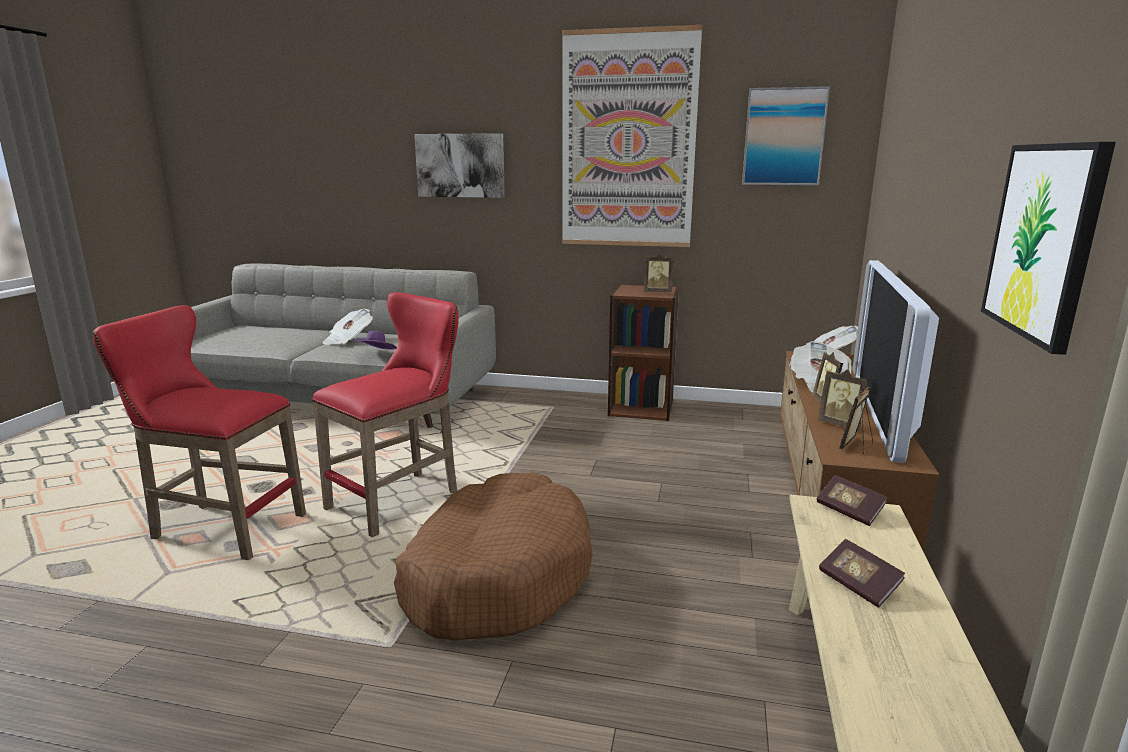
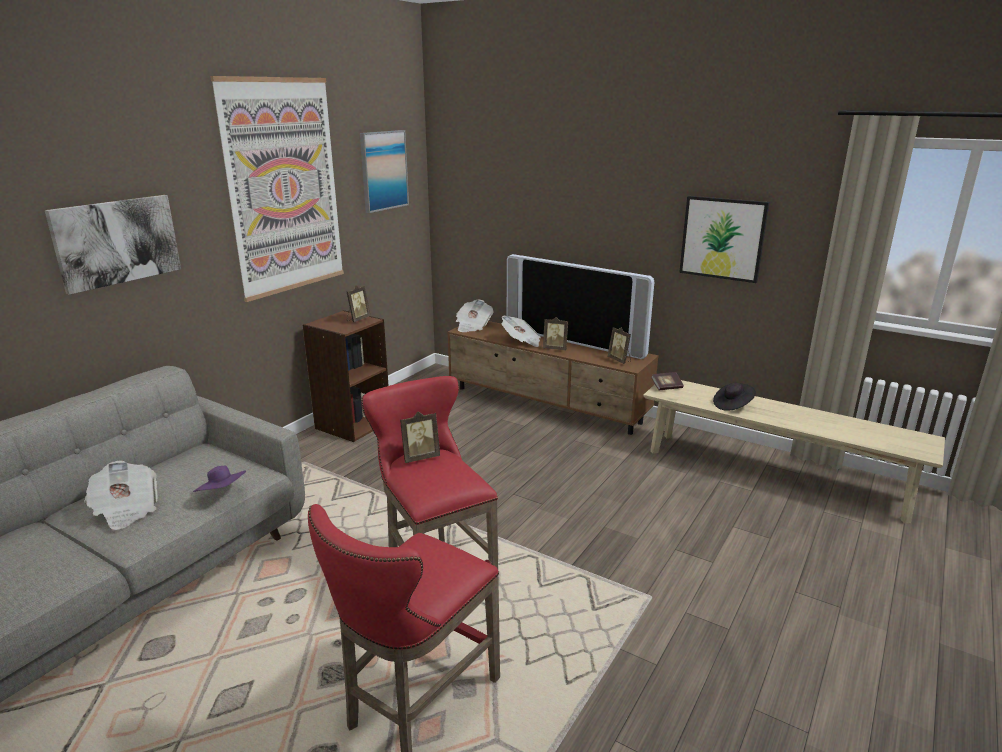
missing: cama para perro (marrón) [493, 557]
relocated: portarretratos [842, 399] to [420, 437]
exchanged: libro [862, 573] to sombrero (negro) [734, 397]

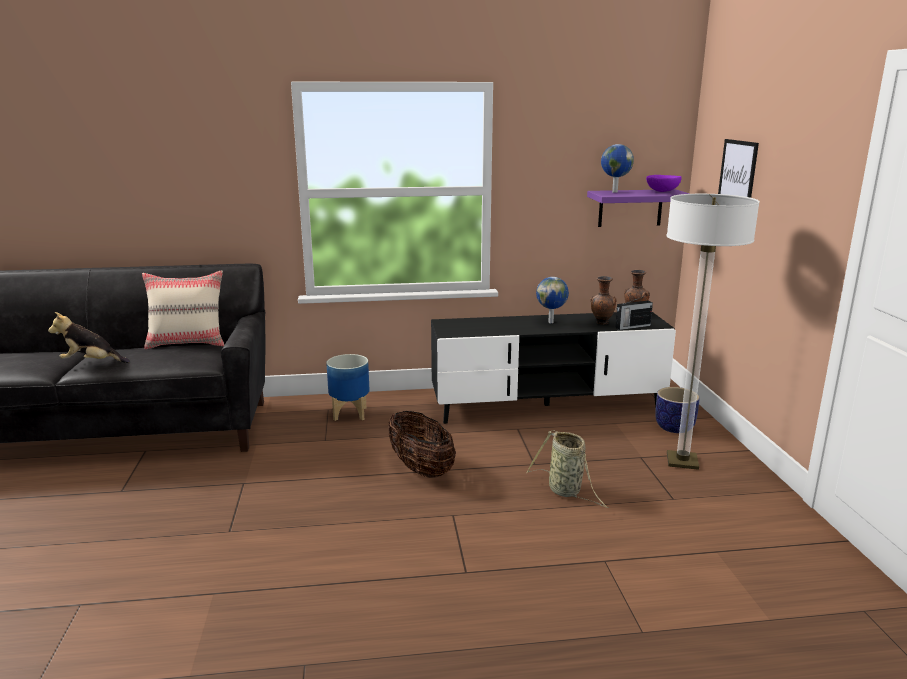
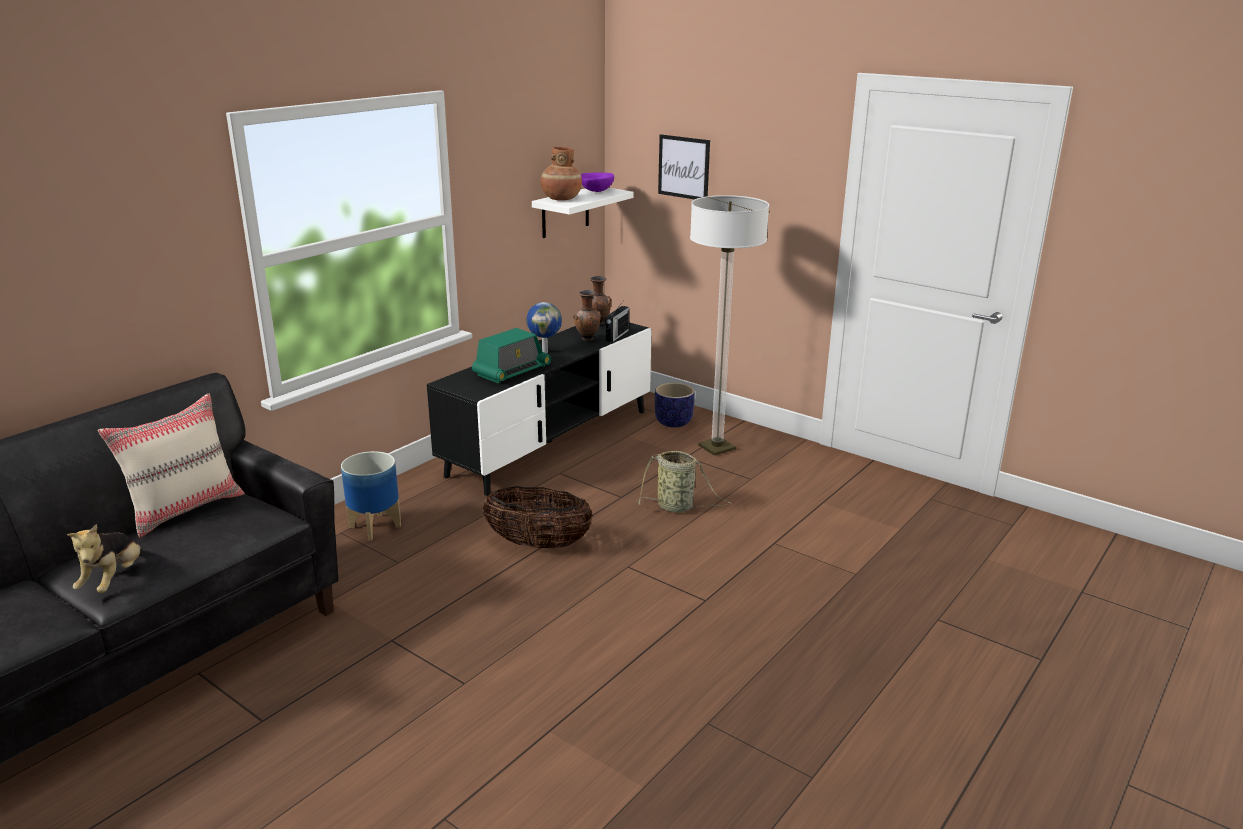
appeared: radio [511, 356]
exchanged: globo terráqueo [617, 168] to florero (marrón) [561, 173]
colour: estante (morado) [638, 208] to estante (blanco) [582, 213]
spun: peluche [89, 337] = [104, 558] 45 degrees counterclockwise

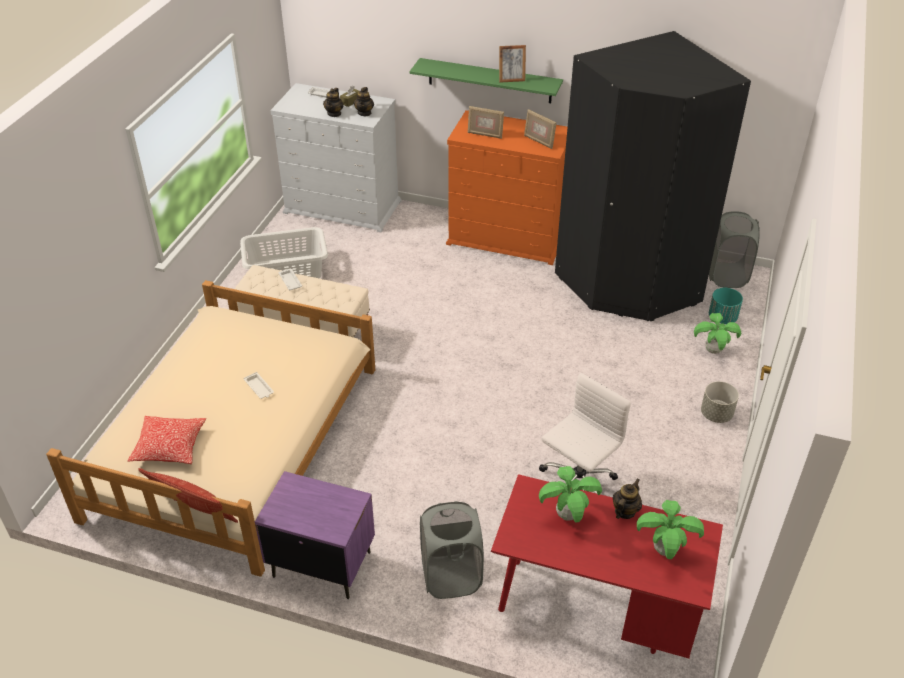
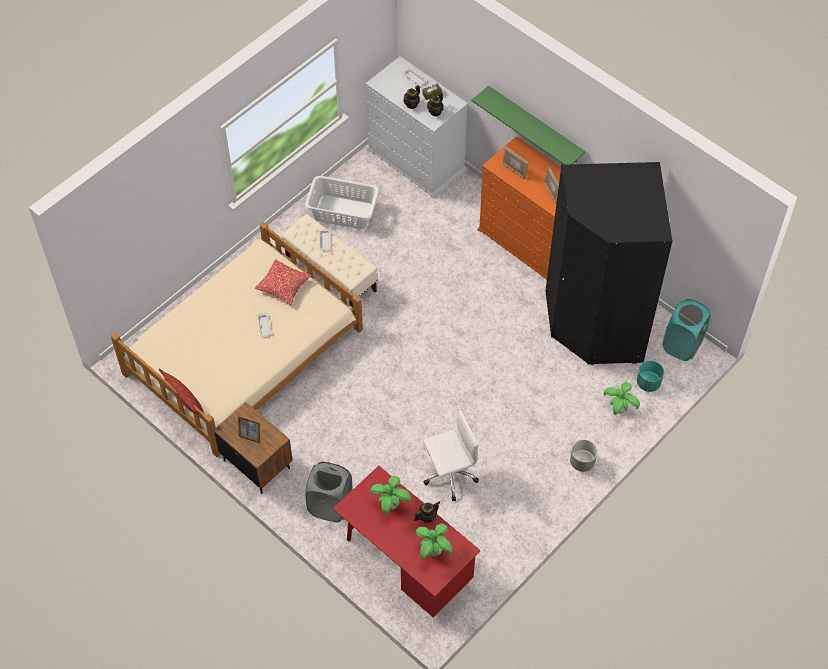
relocated: cojín [167, 440] to [282, 282]; portarretratos [512, 64] to [249, 429]
colour: mesita de noche (morado) [315, 535] to mesita de noche (marrón) [253, 448]; cesto de la ropa (gris) [734, 249] to cesto de la ropa (turquesa) [687, 330]

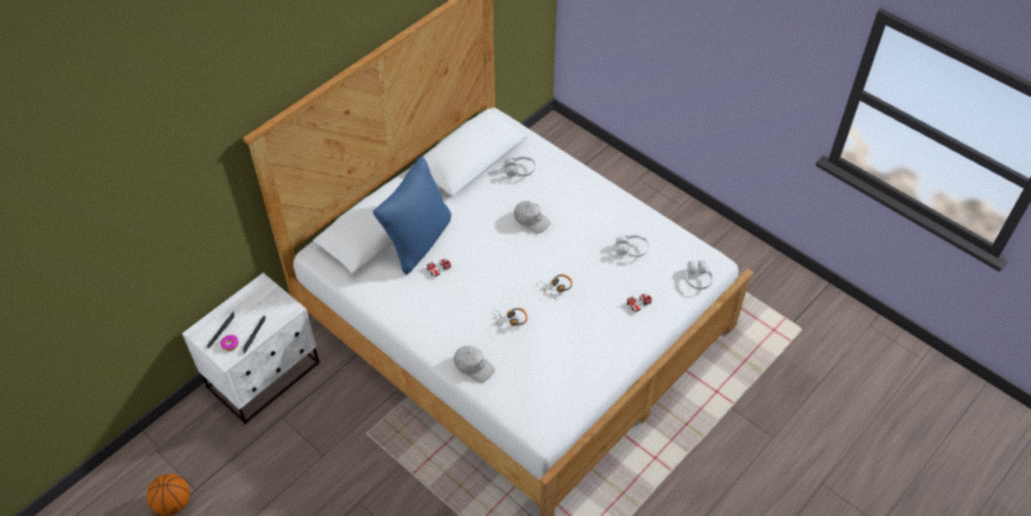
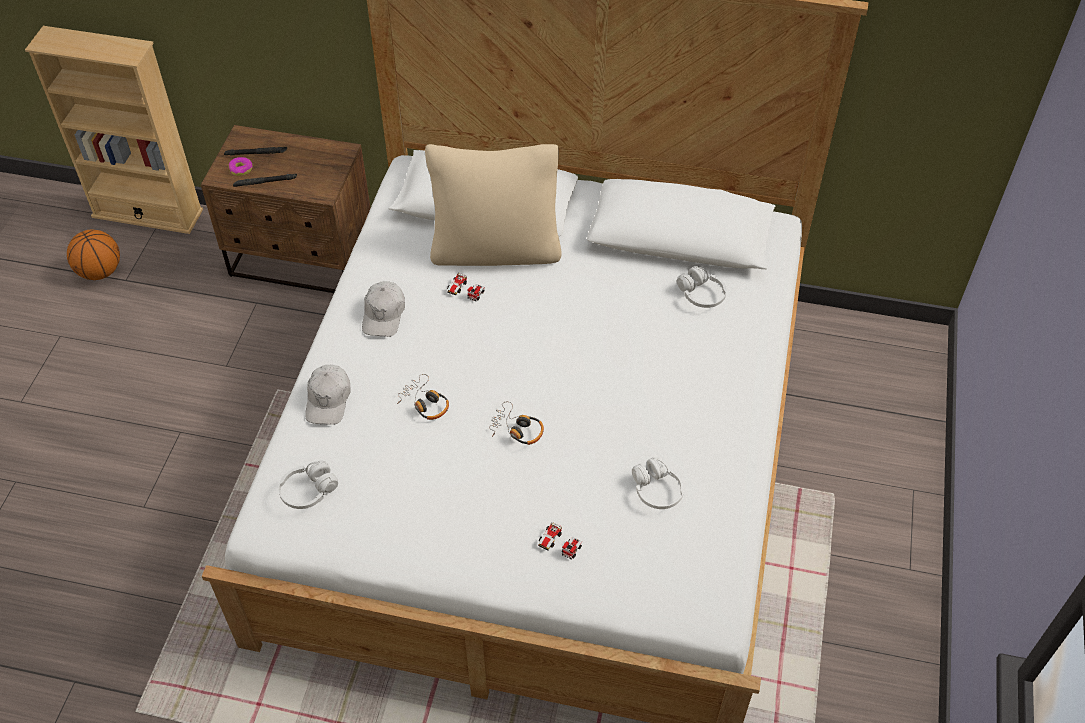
appeared: estantería (beis) [114, 130]
relocated: gorra (blanco) [532, 217] to [383, 309]; auriculares (blanco) [699, 275] to [308, 485]
colour: mesita de noche (blanco) [251, 348] to mesita de noche (marrón) [286, 209]; cojín (azul) [412, 215] to cojín (beis) [493, 205]

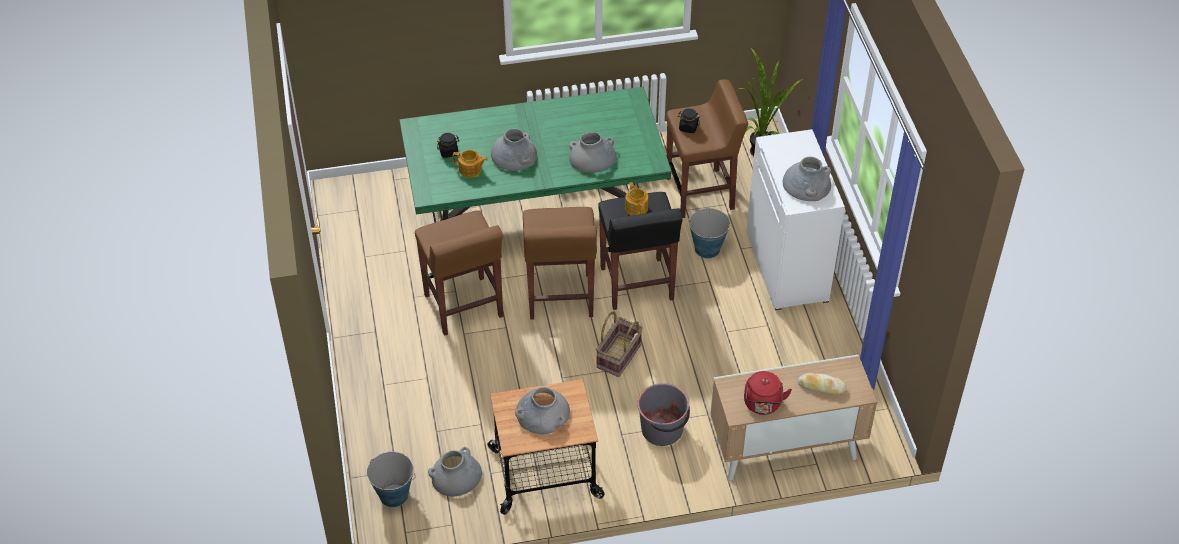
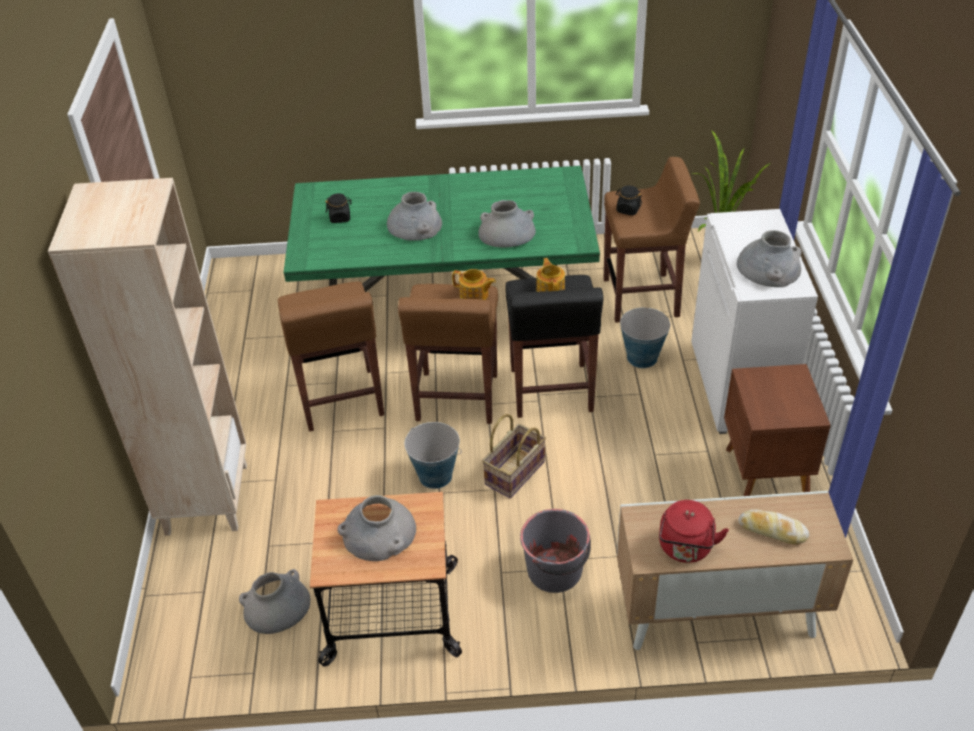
appeared: estantería (beis) [147, 357]; mesita de noche (marrón) [777, 430]
relocated: cubo [391, 479] to [433, 455]; tetera [470, 164] to [474, 284]

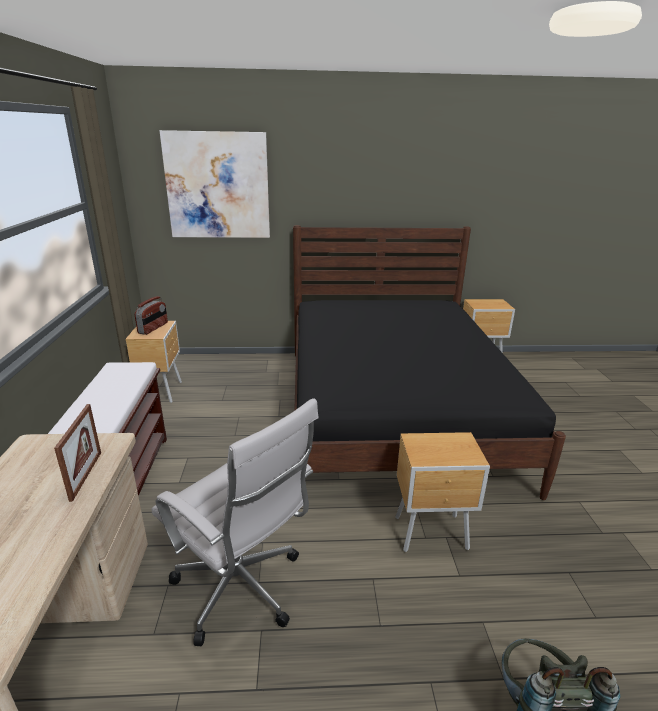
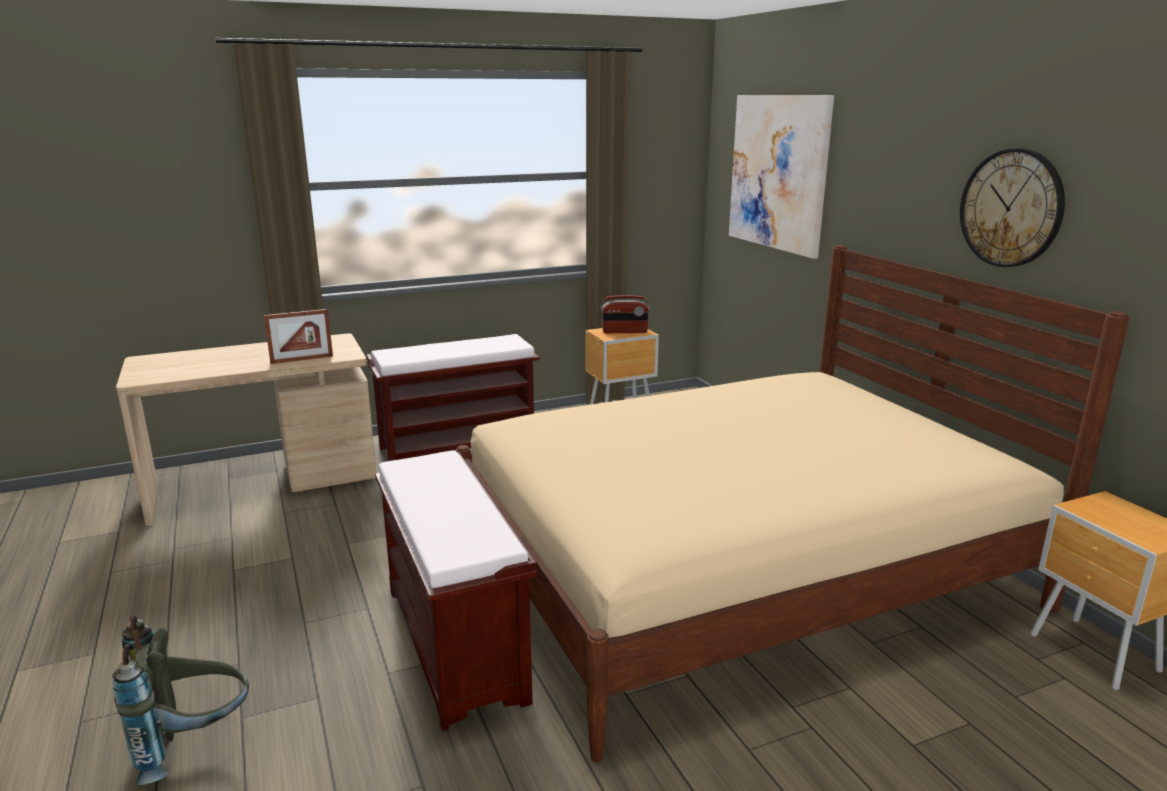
missing: silla de oficina (blanco) [235, 522]
appeared: reloj de pared [1012, 207]
exchanged: mesita de noche (marrón) [442, 492] to banco (marrón) [456, 590]
colour: cama (negro) [429, 362] to cama (beis) [793, 503]

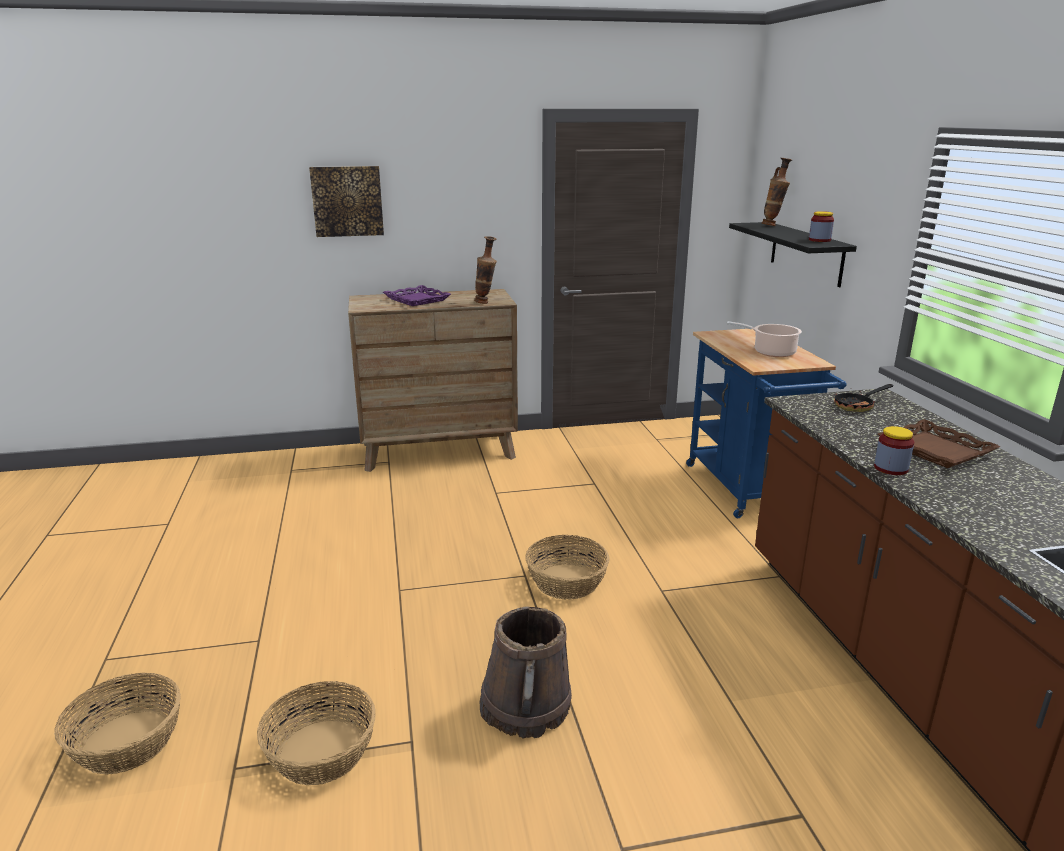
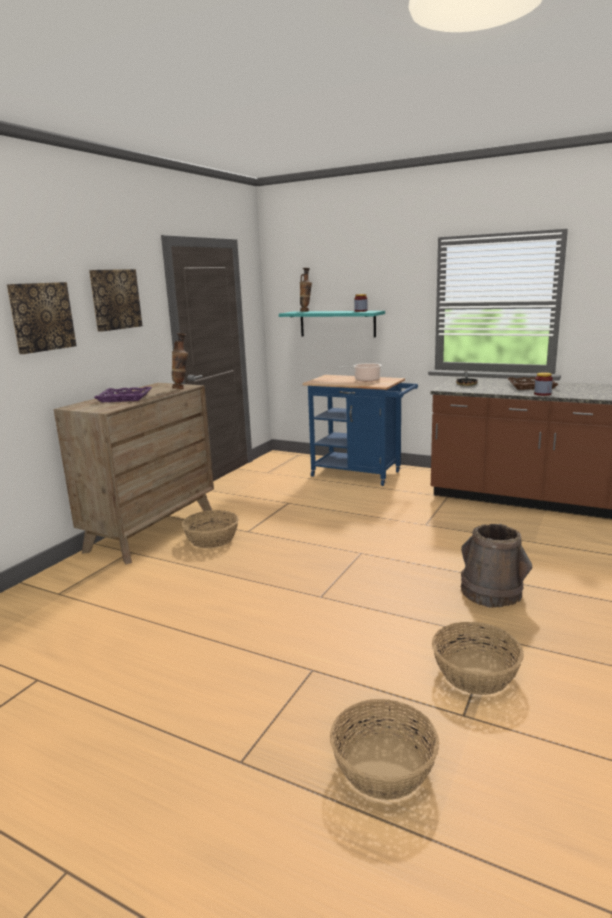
appeared: cuadro [115, 300]
relocated: cesta [567, 567] to [210, 529]
colour: estante (negro) [793, 254] to estante (turquesa) [332, 324]

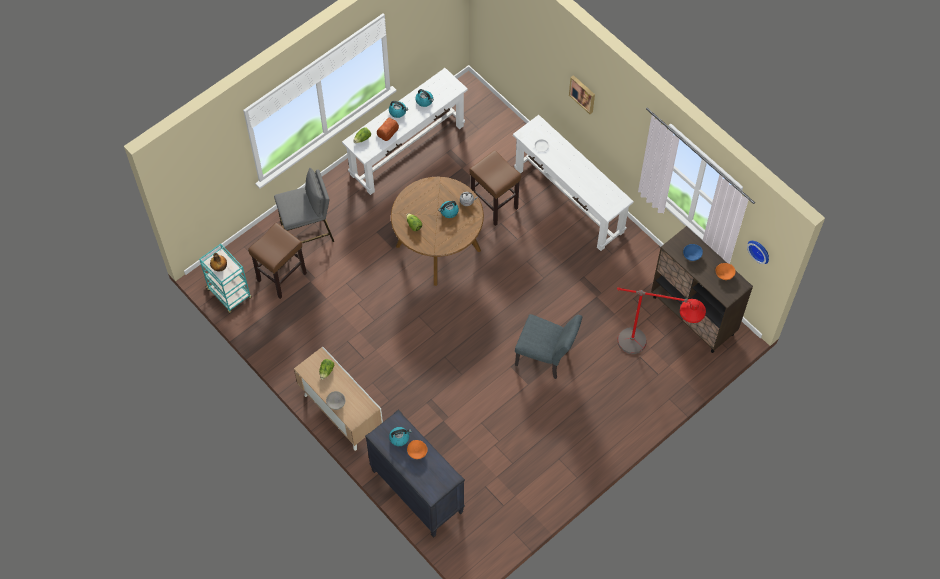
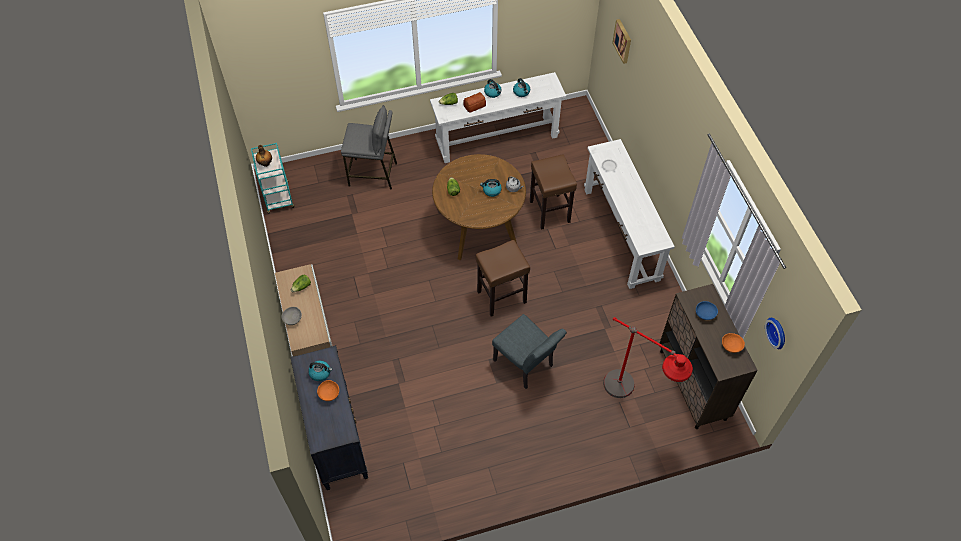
relocated: taburete (marrón) [277, 261] to [503, 278]; cuadro [582, 94] to [621, 41]

